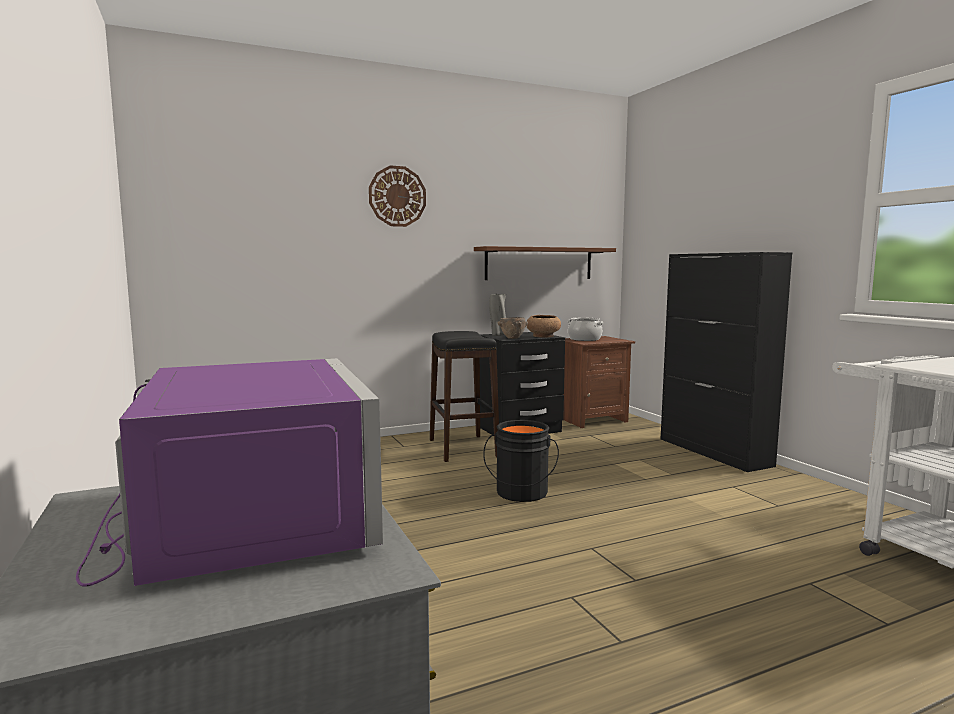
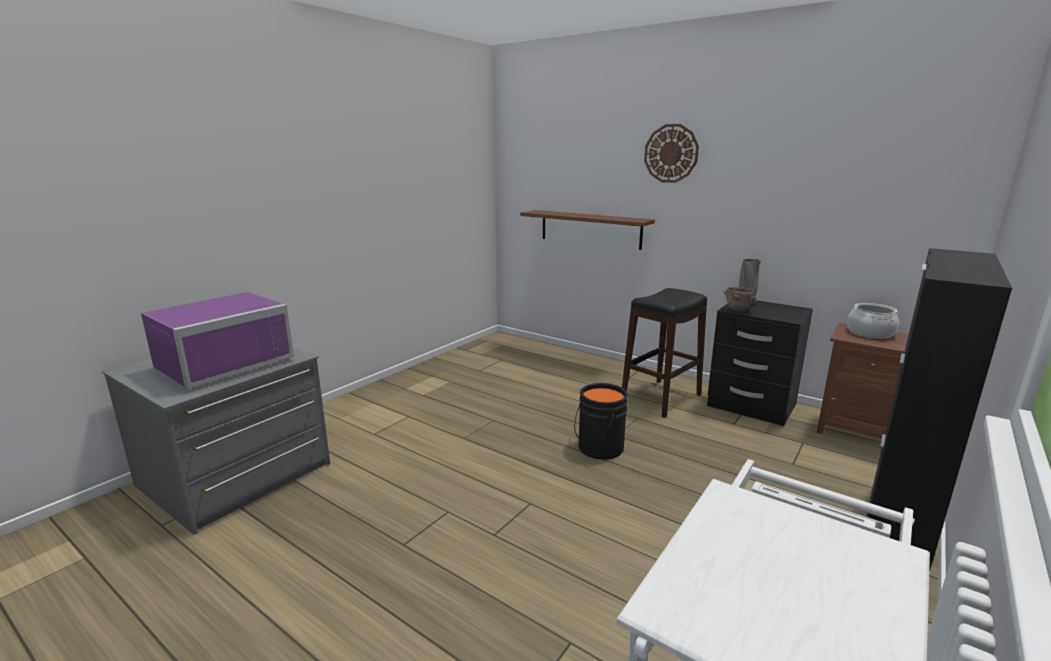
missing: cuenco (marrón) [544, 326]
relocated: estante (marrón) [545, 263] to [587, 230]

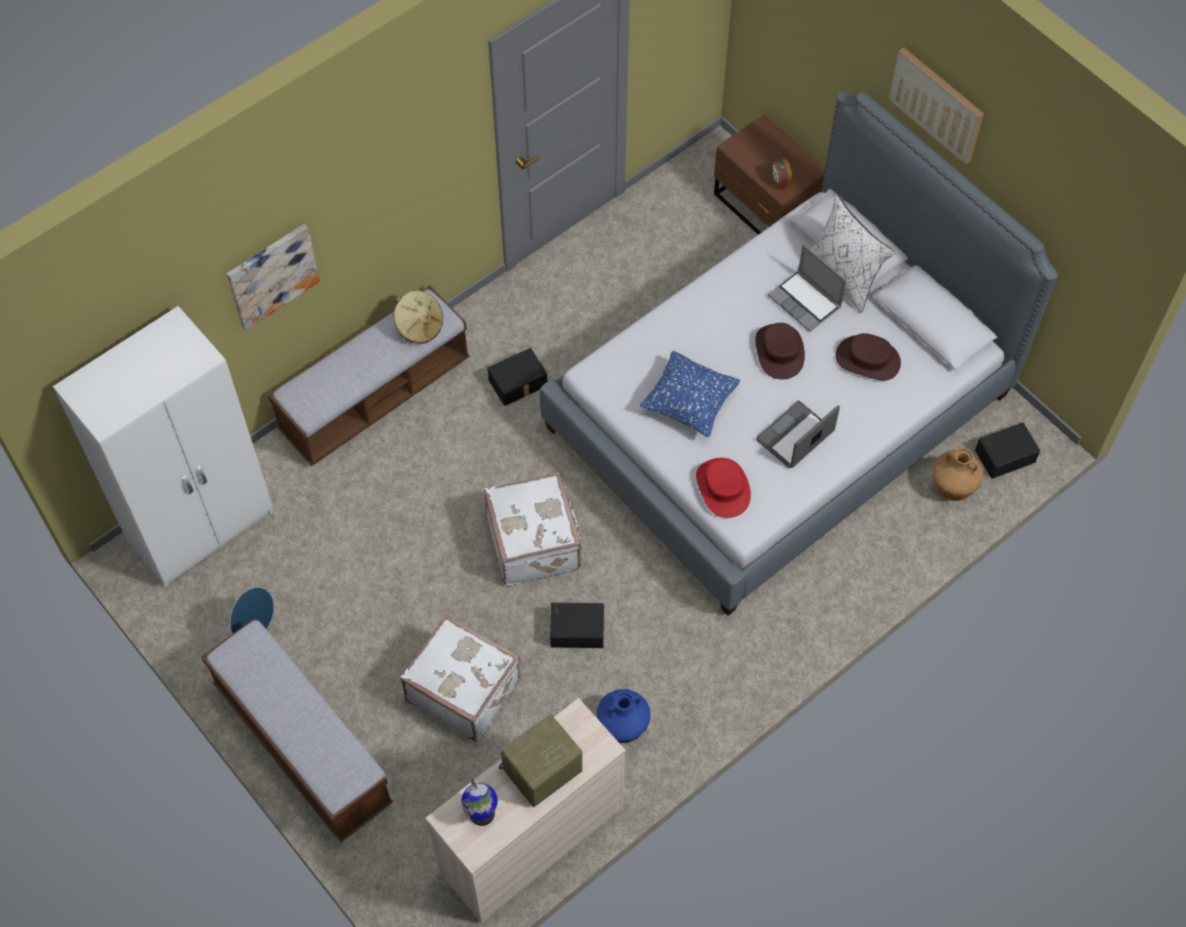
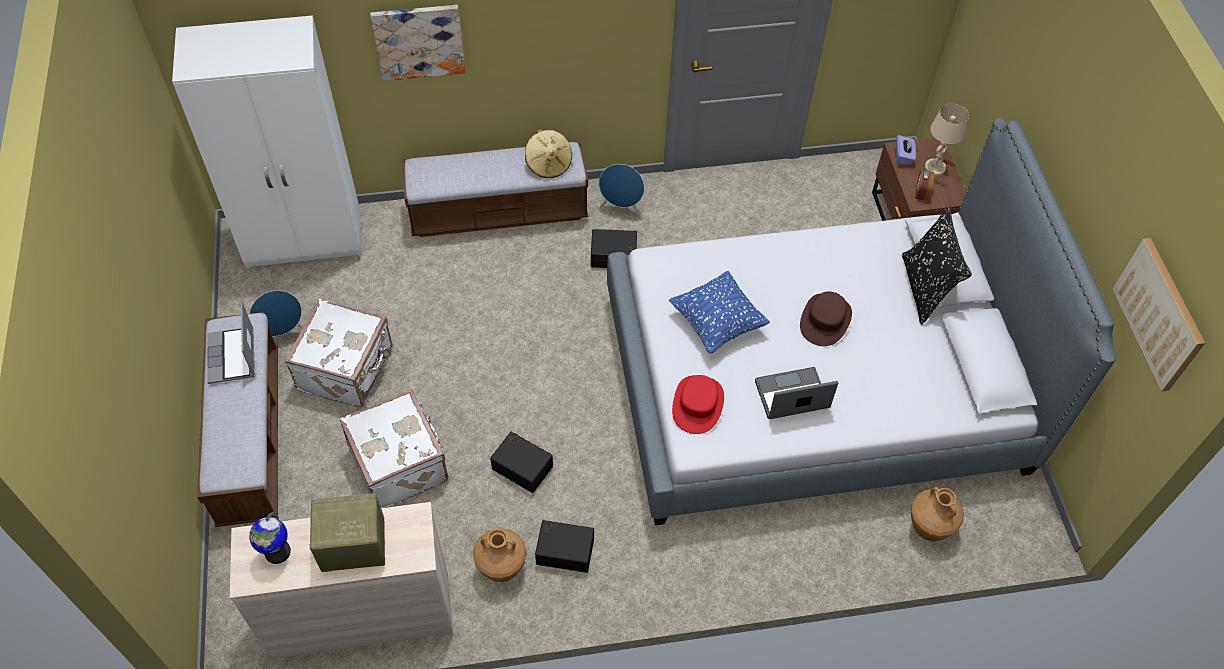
missing: sombrero (marrón) [868, 357]
appeared: altavoz (azul) [621, 190]; caja de pañuelos (morado) [906, 150]; lámpara de mesa (beis) [947, 139]
relocated: maleta (blanco) [533, 529] to [339, 353]; portátil [807, 288] to [231, 342]; cuadro [936, 106] to [1158, 315]; caja de almacenaje (negro) [1007, 450] to [564, 546]
colour: florero (azul) [623, 716] to florero (marrón) [500, 555]; cojín (blanco) [852, 253] to cojín (negro) [937, 265]

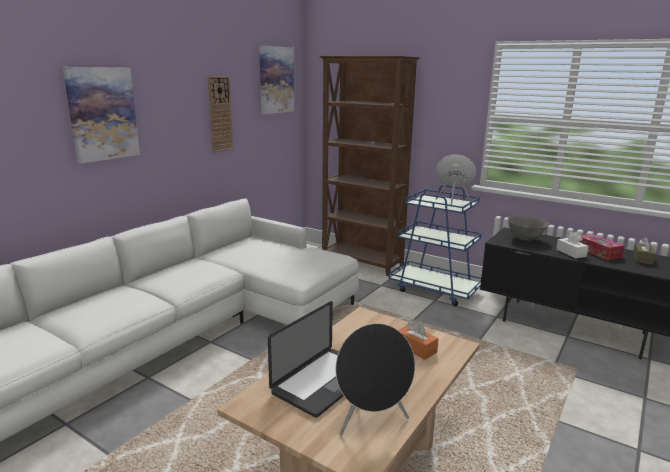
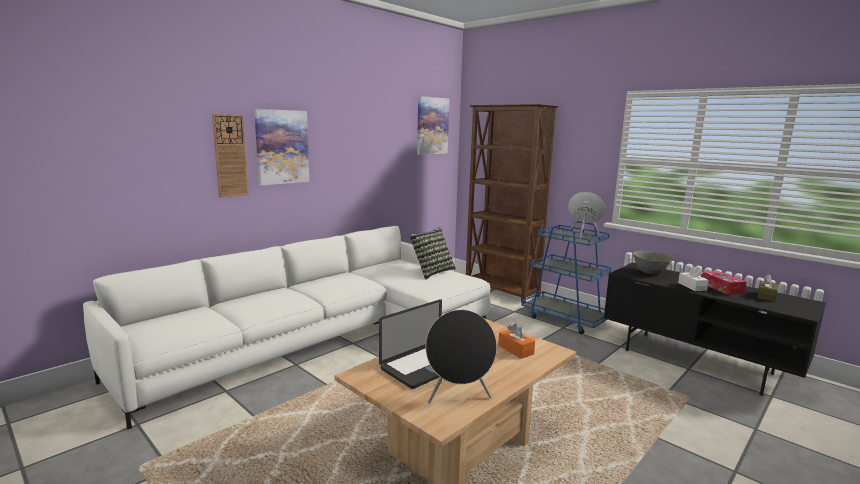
appeared: cojín [433, 253]
relocated: reloj de pared [220, 114] to [230, 155]

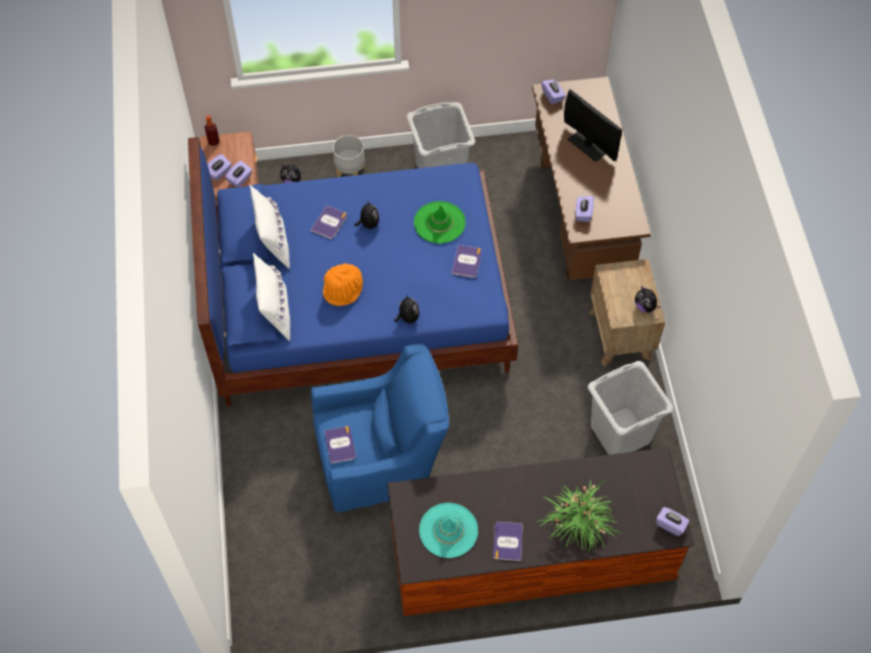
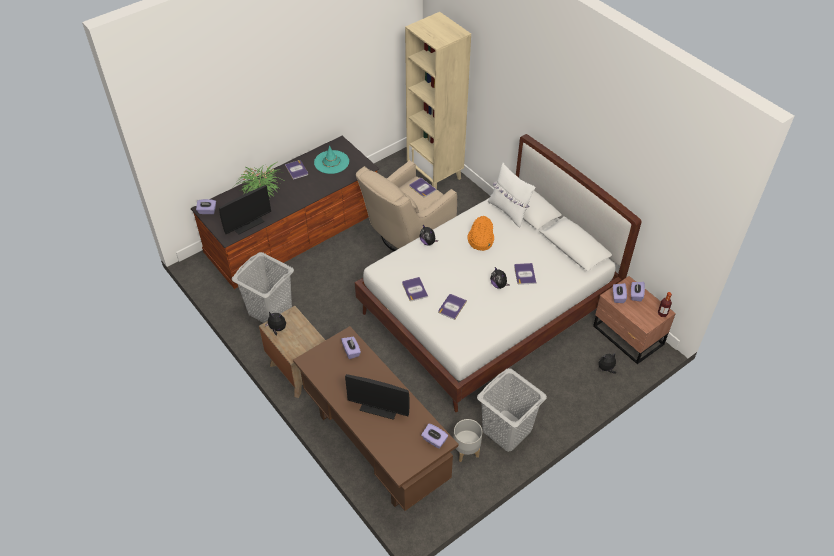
missing: cojín (blanco) [270, 227]
appeared: monitor [245, 210]; estantería (beis) [438, 100]
relocated: maceta (gris) [349, 156] to [467, 440]
exchanged: sombrero (verde) [439, 222] to libro [452, 307]
colour: cama (azul) [353, 272] to cama (blanco) [498, 273]; sillón (azul) [380, 428] to sillón (beis) [406, 205]

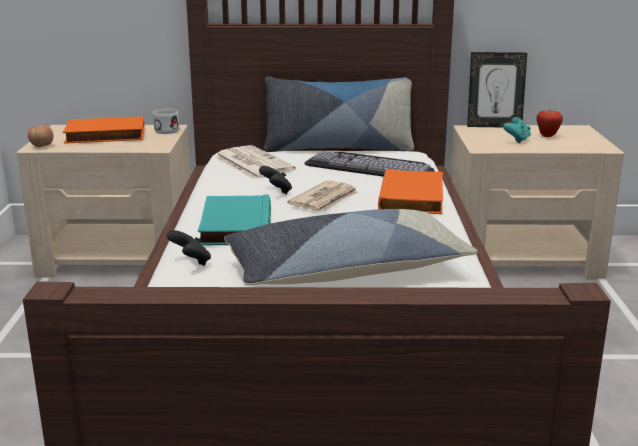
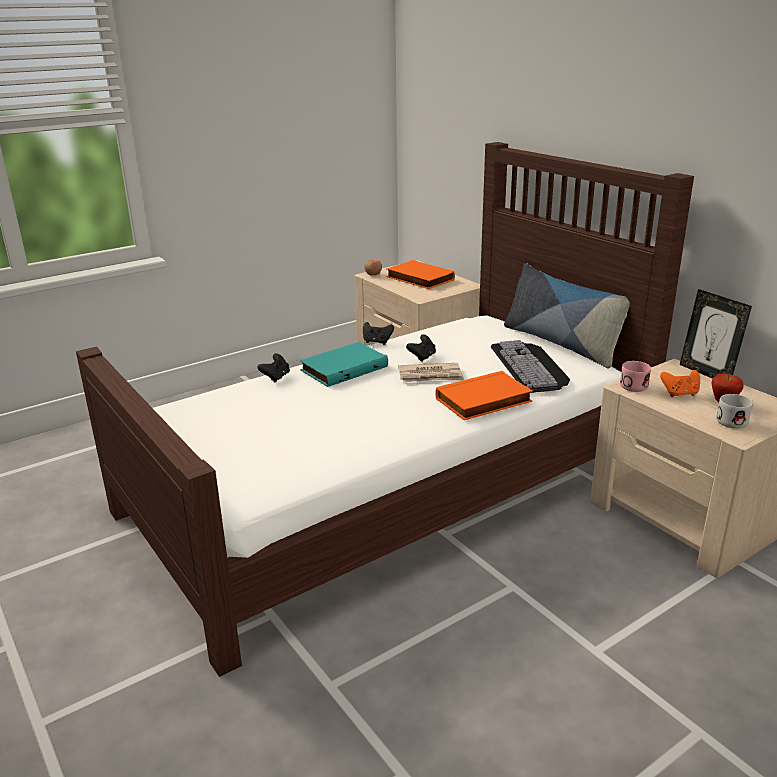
missing: periódico [255, 162]; cojín [351, 247]
appeared: mando de consola (negro) [378, 333]; taza grande (rosa) [635, 376]
relocated: taza grande (blanco) [166, 121] to [735, 411]
colour: mando de consola (turquesa) [517, 130] to mando de consola (naranja) [680, 383]

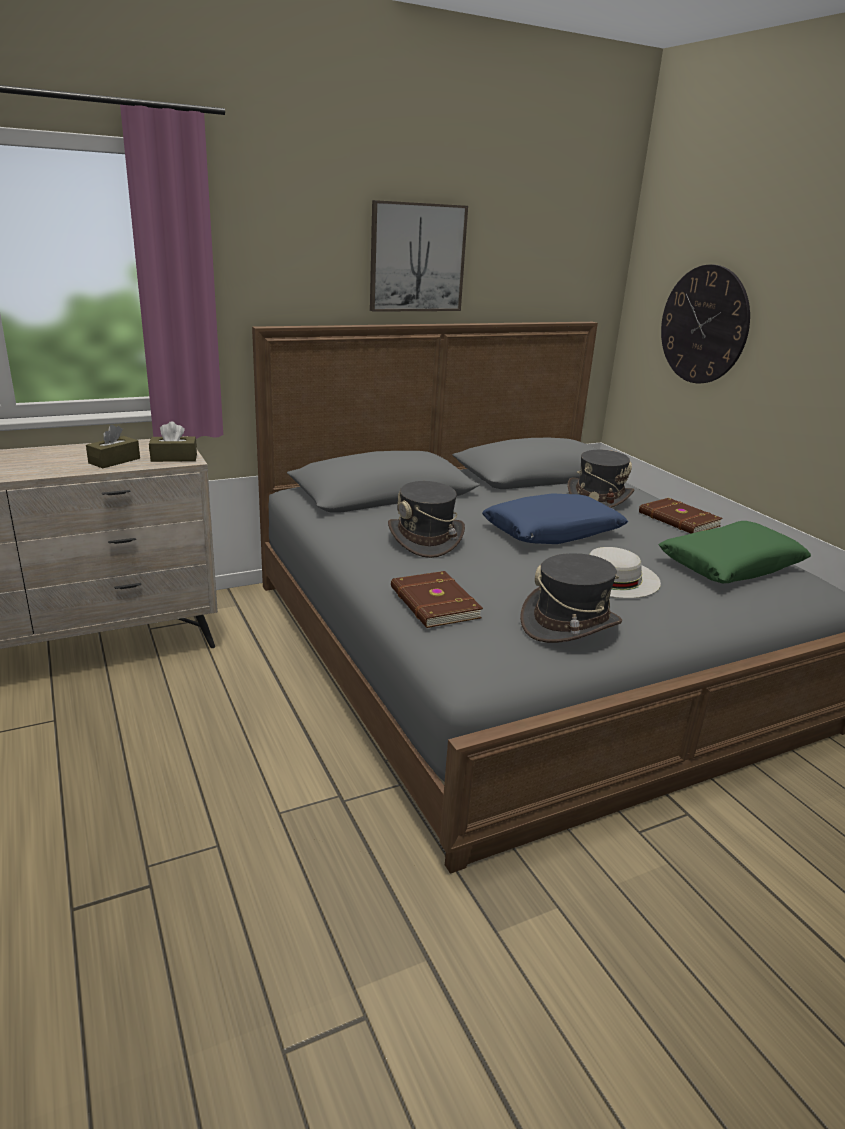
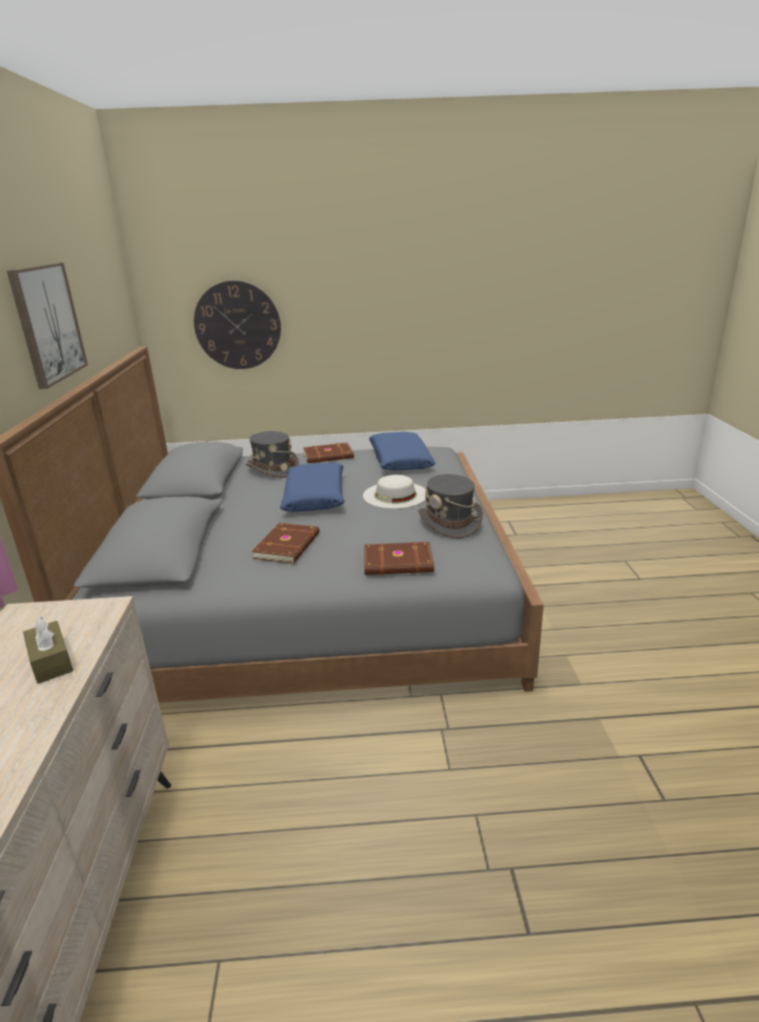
missing: caja de pañuelos (marrón) [173, 441]
exchanged: sombrero (gris) [426, 519] to libro (marrón) [286, 543]
colour: cojín (verde) [734, 552] to cojín (azul) [402, 451]

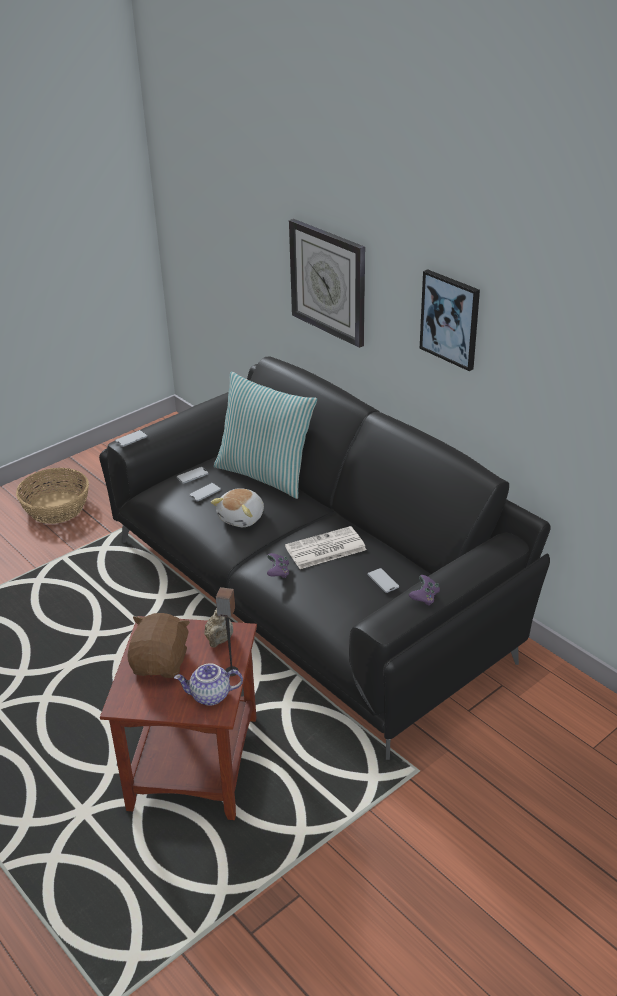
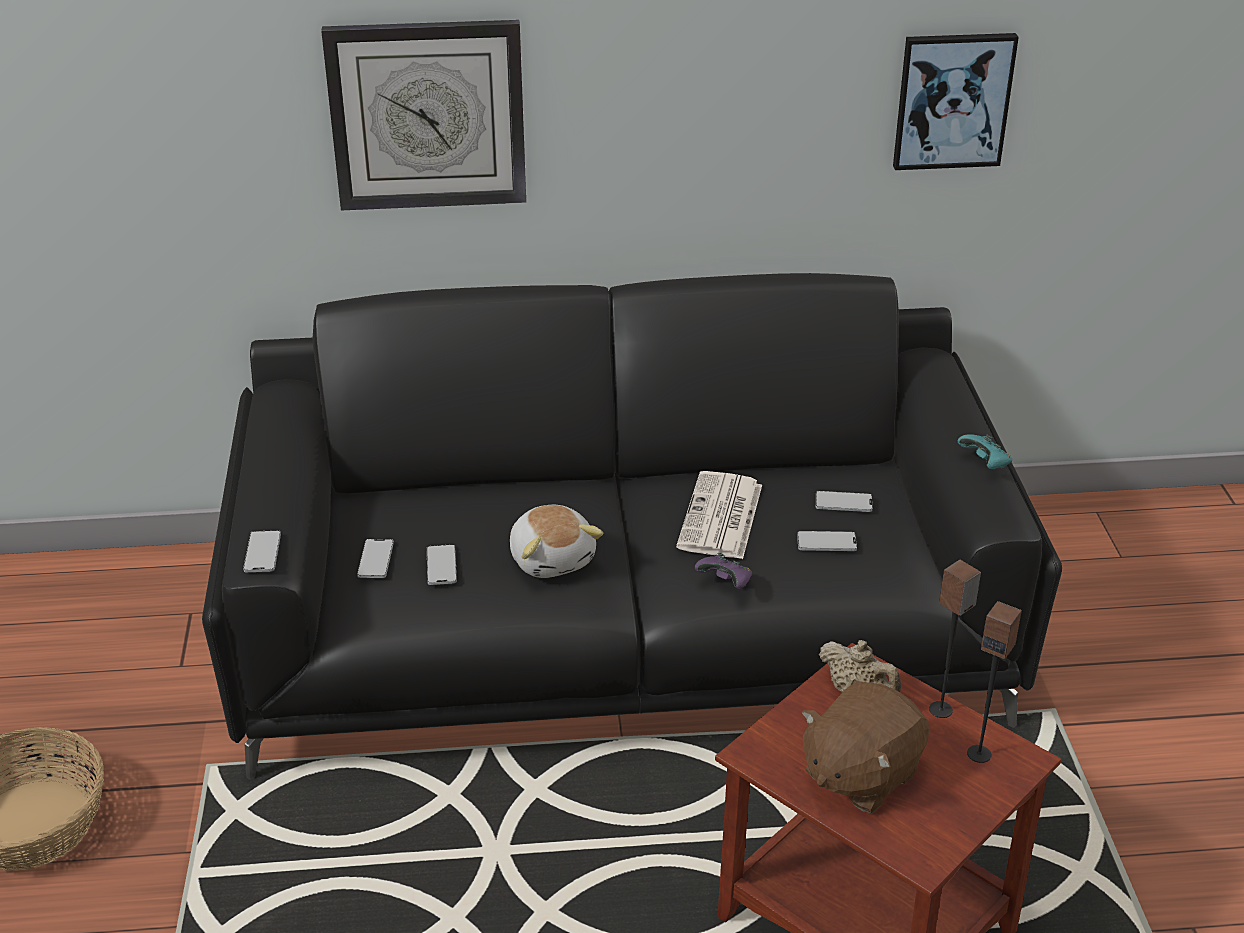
missing: cojín [265, 435]
appeared: móvil [827, 541]
relocated: cuadro [450, 320] to [956, 101]
exchanged: tetera [208, 684] to altavoz [994, 682]
colour: mando de consola (morado) [424, 590] to mando de consola (turquesa) [985, 451]
spun: peluche (marrón) [158, 645] = [866, 747] 90 degrees counterclockwise

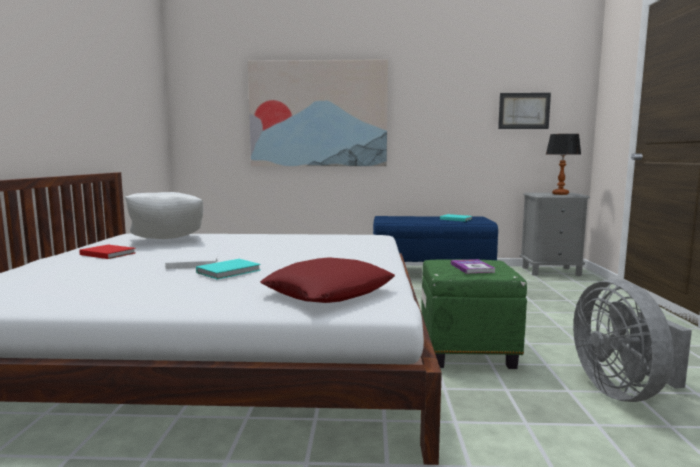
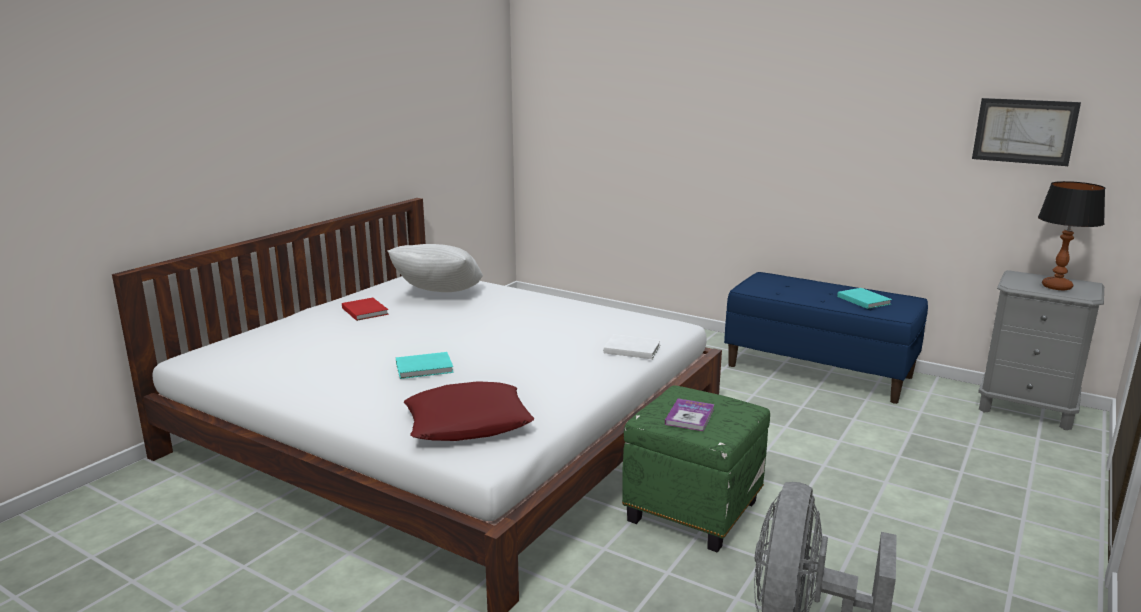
missing: cuadro [318, 112]
relocated: libro (blanco) [191, 261] to [632, 346]

